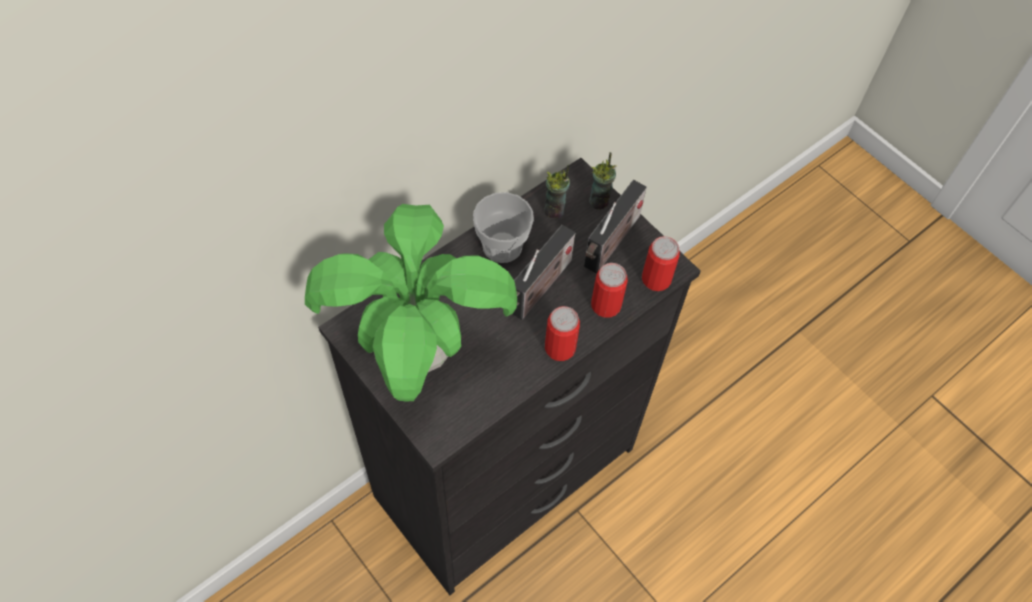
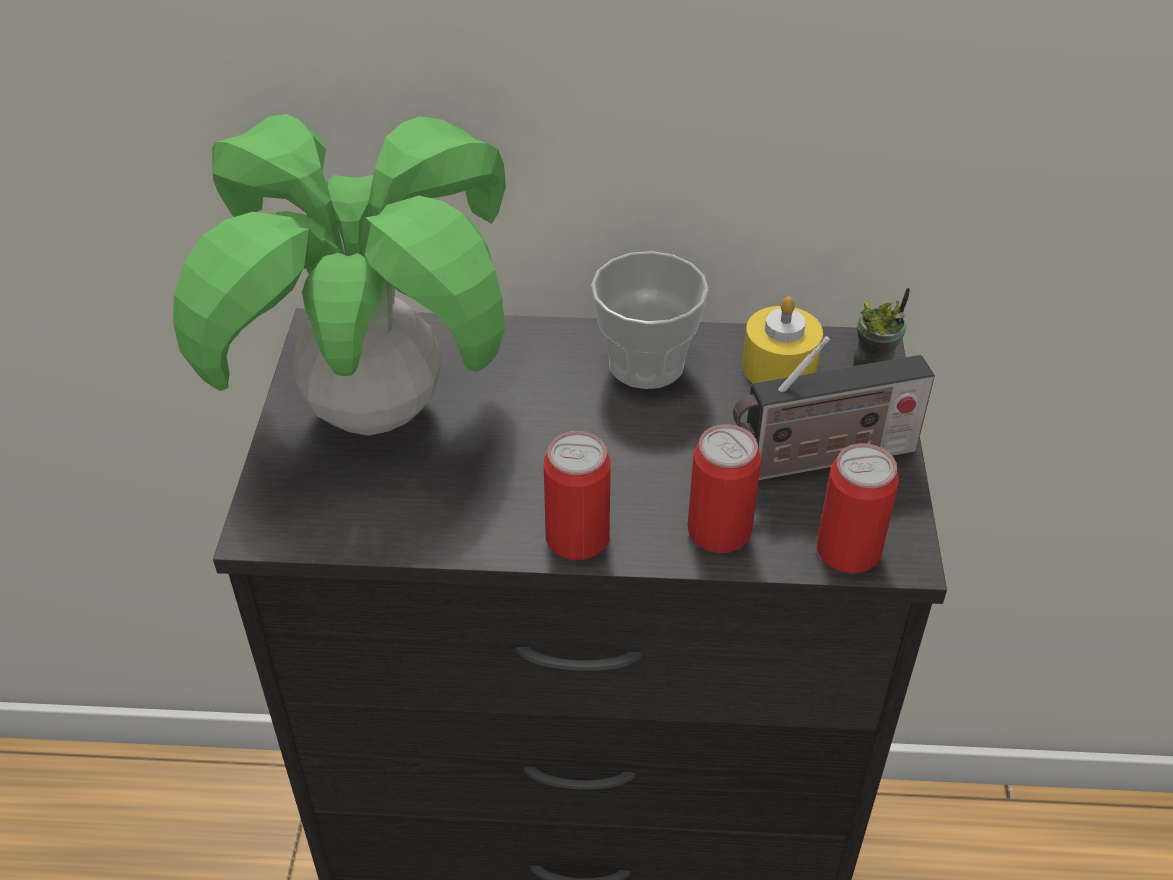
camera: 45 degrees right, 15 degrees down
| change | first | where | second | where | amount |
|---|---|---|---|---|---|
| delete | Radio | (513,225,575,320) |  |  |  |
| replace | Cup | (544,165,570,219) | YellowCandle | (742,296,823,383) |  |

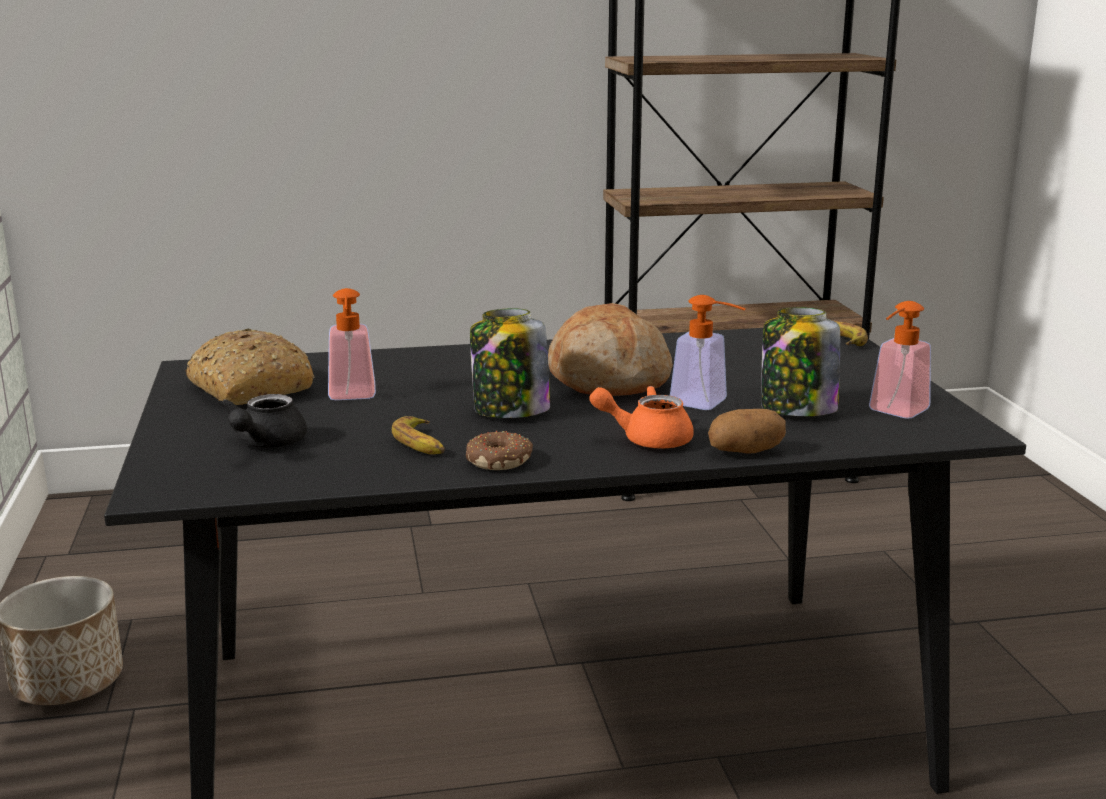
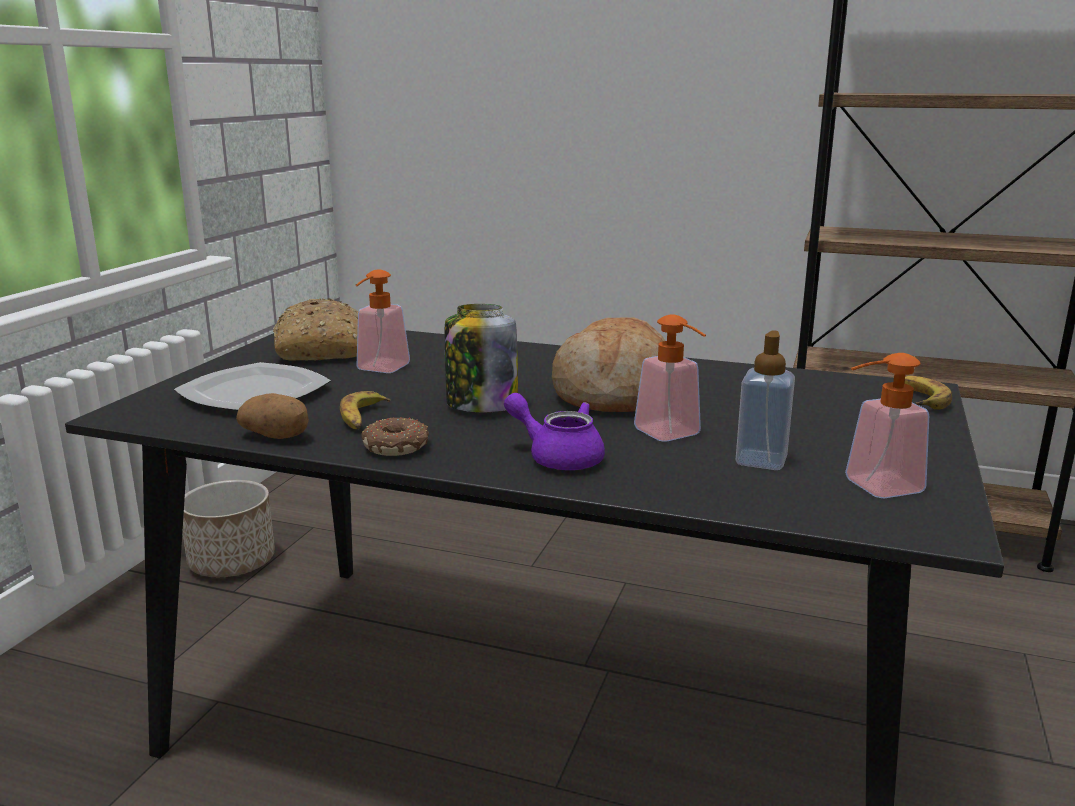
camera: 30 degrees right, 0 degrees up
| change | first | where | second | where | amount |
|---|---|---|---|---|---|
| move | Potato | (708,409,786,454) |  | (236,393,309,439) |  |
| replace | BlackTeapot | (220,394,307,448) | Plate | (174,362,331,411) |  |
| replace | Jar | (761,307,840,416) | SoapDispenser | (736,330,795,470) |  |
| recolor | OrangeTeapot | (589,386,694,449) | PurpleTeapot | (504,393,605,470) |  |

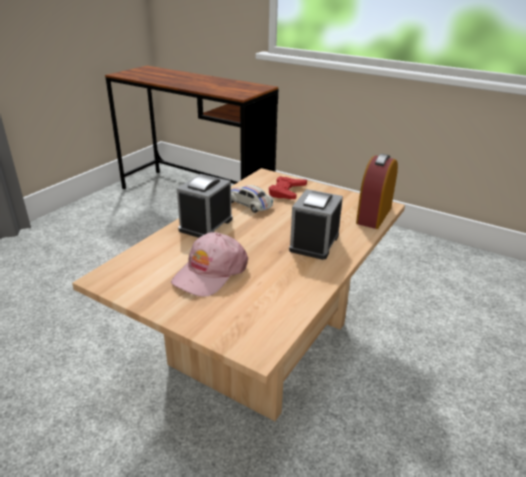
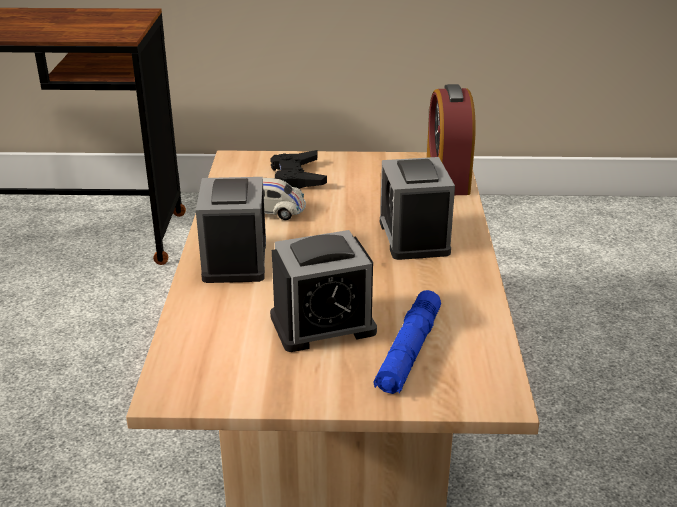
camera: 30 degrees left, 0 degrees up
| change | first | where | second | where | amount |
|---|---|---|---|---|---|
| insert |  |  | BlueFlashlight | (373,290,441,394) |  |
| replace | PinkCap | (171,232,248,297) | AlarmClock | (270,230,377,352) |  |
| recolor | RedGameController | (269,176,307,199) | BlackGameController | (270,150,327,189) |  |

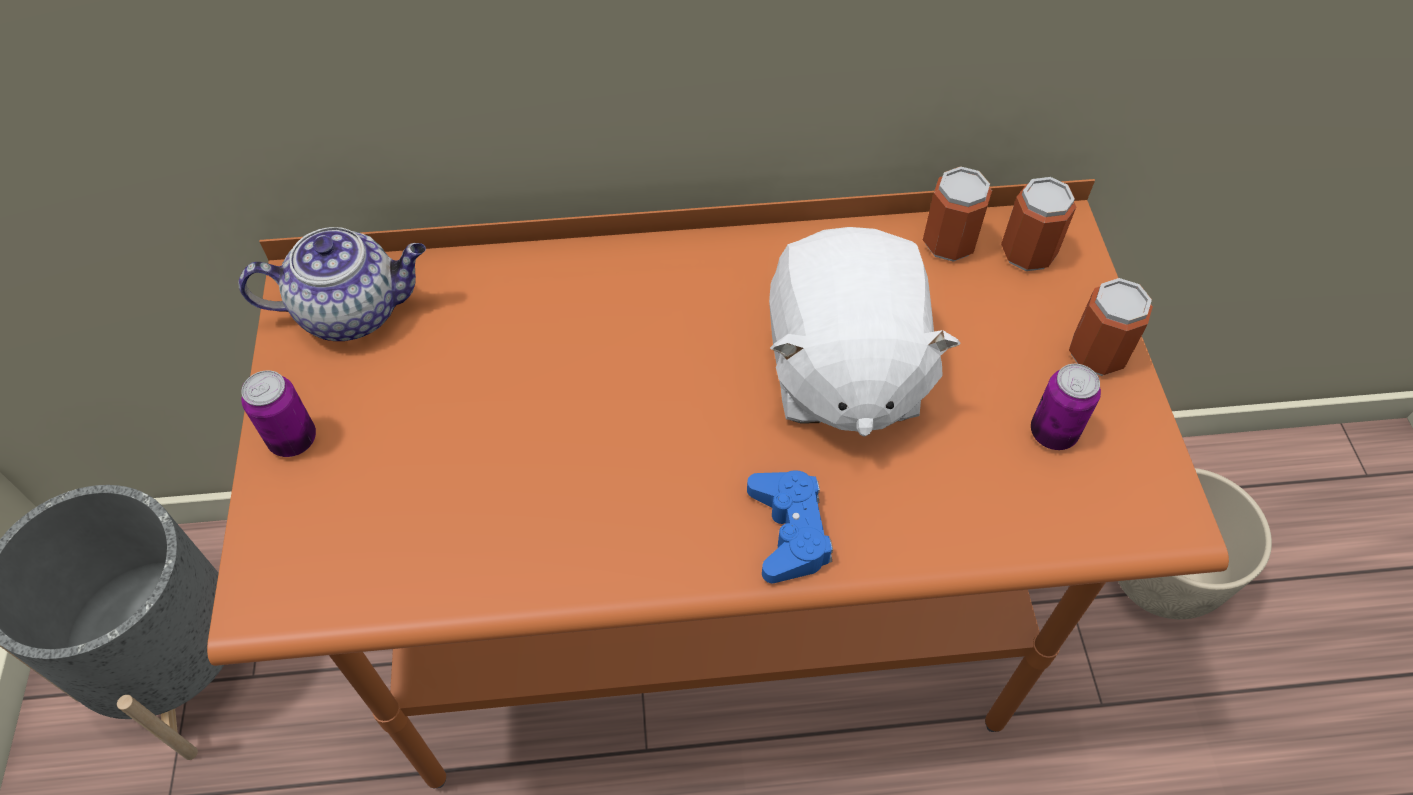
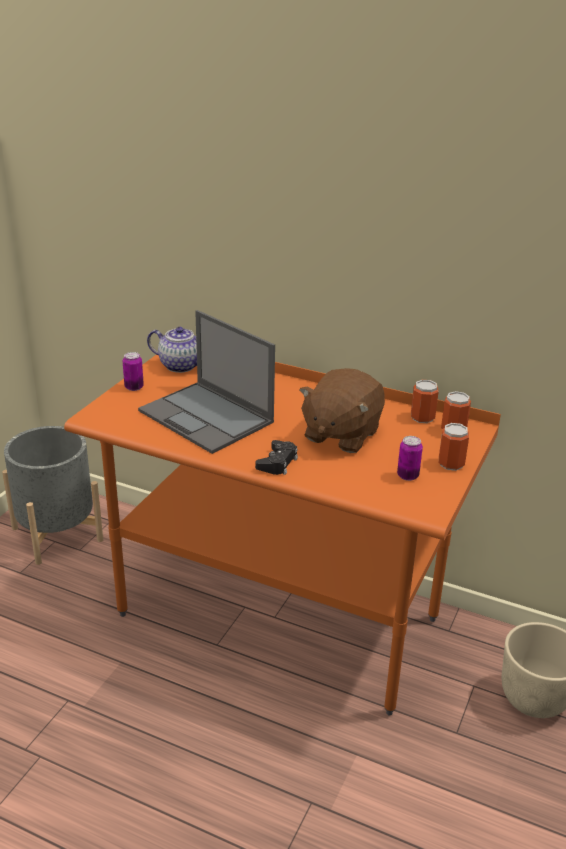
camera: 30 degrees right, 25 degrees down
| change | first | where | second | where | amount |
|---|---|---|---|---|---|
| insert |  |  | Laptop | (138,310,275,454) |  |
| recolor | BlueGameController | (747,470,833,583) | BlackGameController | (255,440,298,475) |  |
| recolor | WhitePlushToy | (769,227,961,437) | BrownPlushToy | (299,368,385,453) |  |

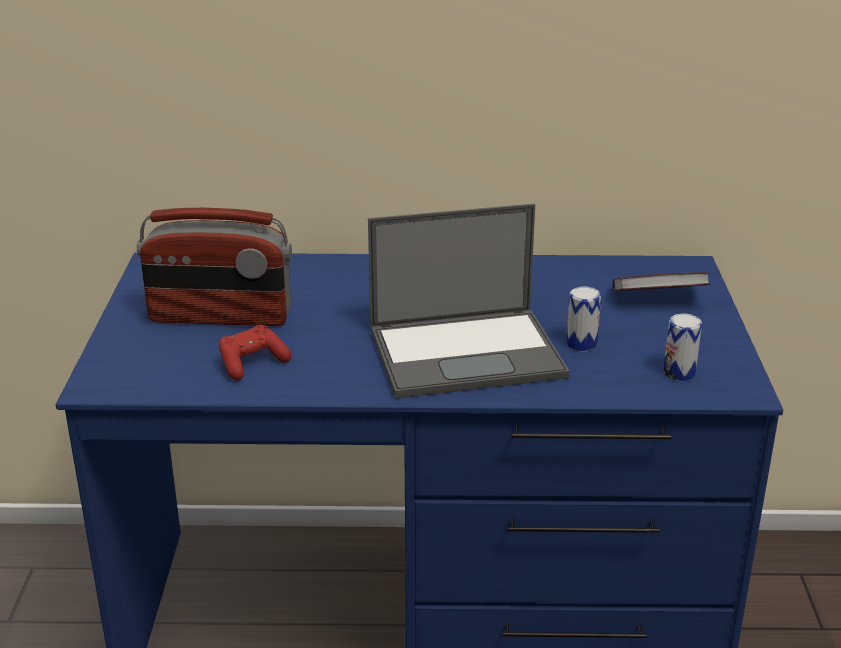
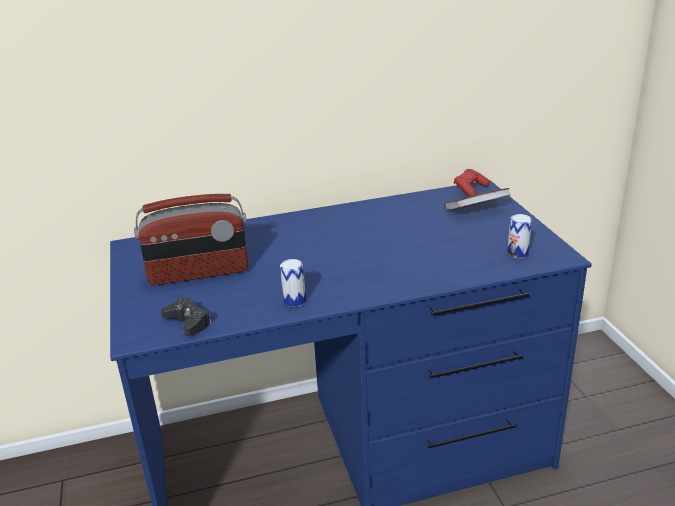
camera: 15 degrees left, 0 degrees up
| change | first | where | second | where | amount |
|---|---|---|---|---|---|
| delete | Laptop | (368,204,569,399) |  |  |  |
| insert |  |  | BlackGameController | (161,298,211,336) |  |
| move | RedGameController | (219,325,291,381) |  | (454,169,490,196) |  |
| move | Can | (566,286,601,352) |  | (280,259,306,307) |  |

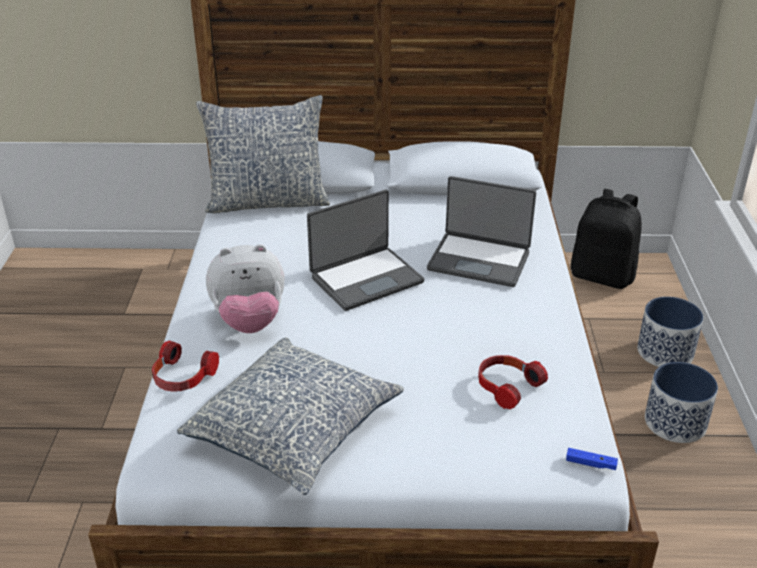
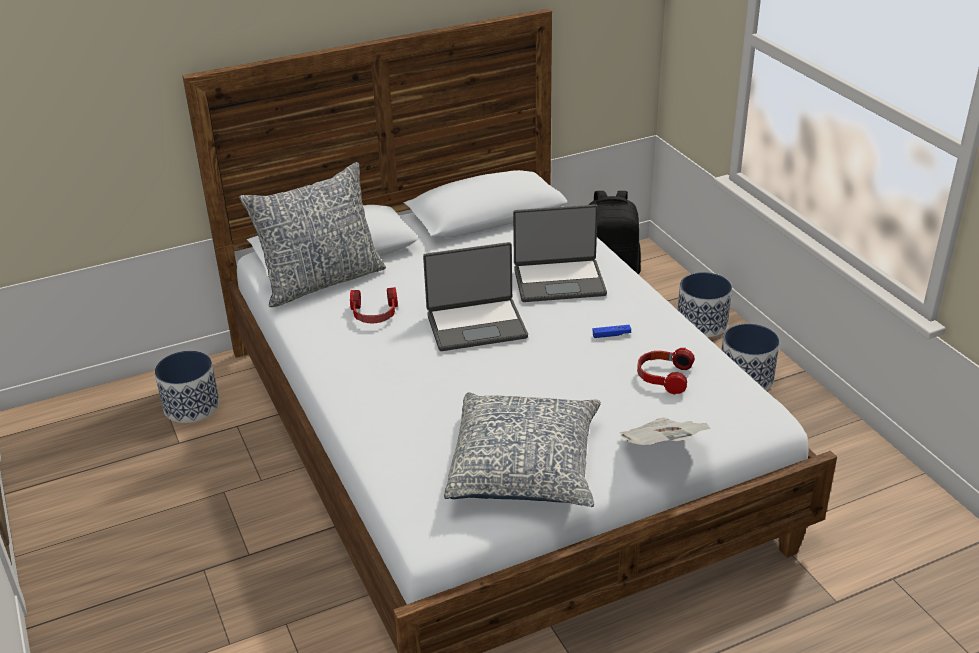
camera: 25 degrees left, 0 degrees up
| change | first | where | second | where | amount |
|---|---|---|---|---|---|
| delete | PlushToy | (206,244,285,333) |  |  |  |
| insert |  |  | Planter | (155,351,220,423) |  |
| insert |  |  | Newspaper | (620,418,710,445) |  |
| move | Headphones | (152,340,219,392) |  | (350,287,398,323) |  |
| move | BlueGameController | (566,448,618,470) |  | (593,325,631,338) |  |
| rotate | Laptop | (307,190,424,311) |  | (423,242,528,351) | 45 degrees clockwise |

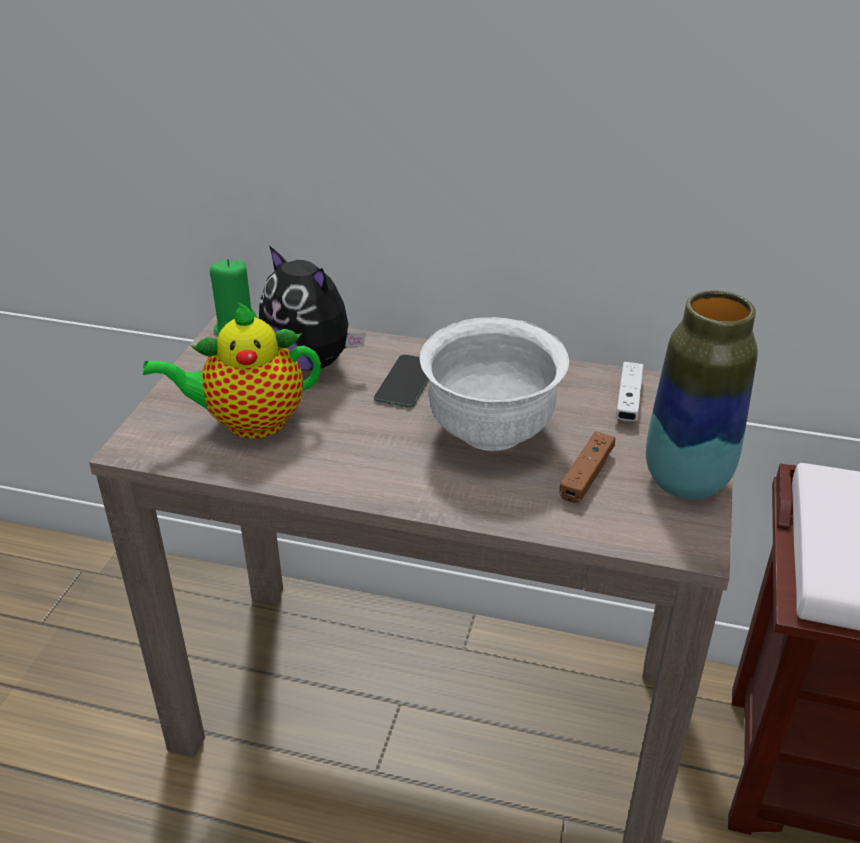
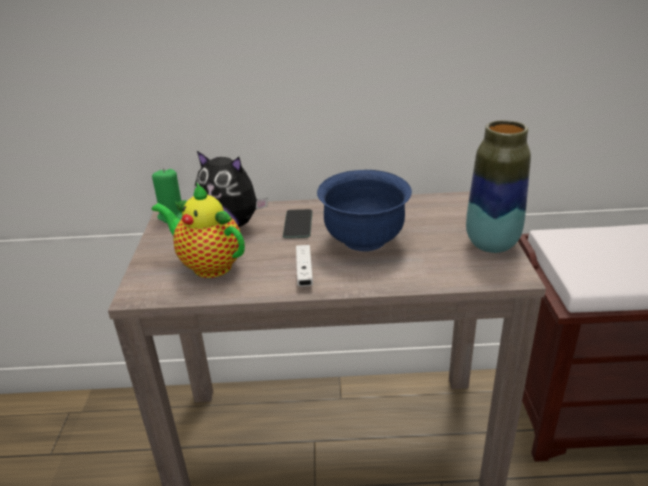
camera: 15 degrees left, 5 degrees down
| change | first | where | second | where | amount |
|---|---|---|---|---|---|
| delete | BrownGameController | (560,431,615,503) |  |  |  |
| move | WhiteGameController | (616,362,643,421) |  | (296,245,313,287) |  |
| recolor | WhiteBowl | (420,317,569,451) | BlueBowl | (317,170,412,251) |  |
| rotate | Teapot | (143,302,321,439) |  | (152,183,245,278) | 60 degrees clockwise |

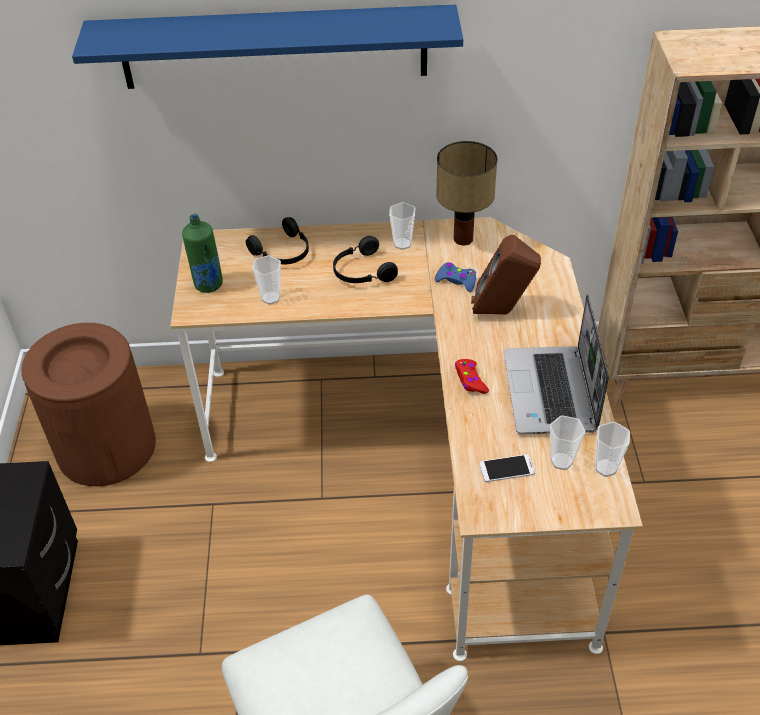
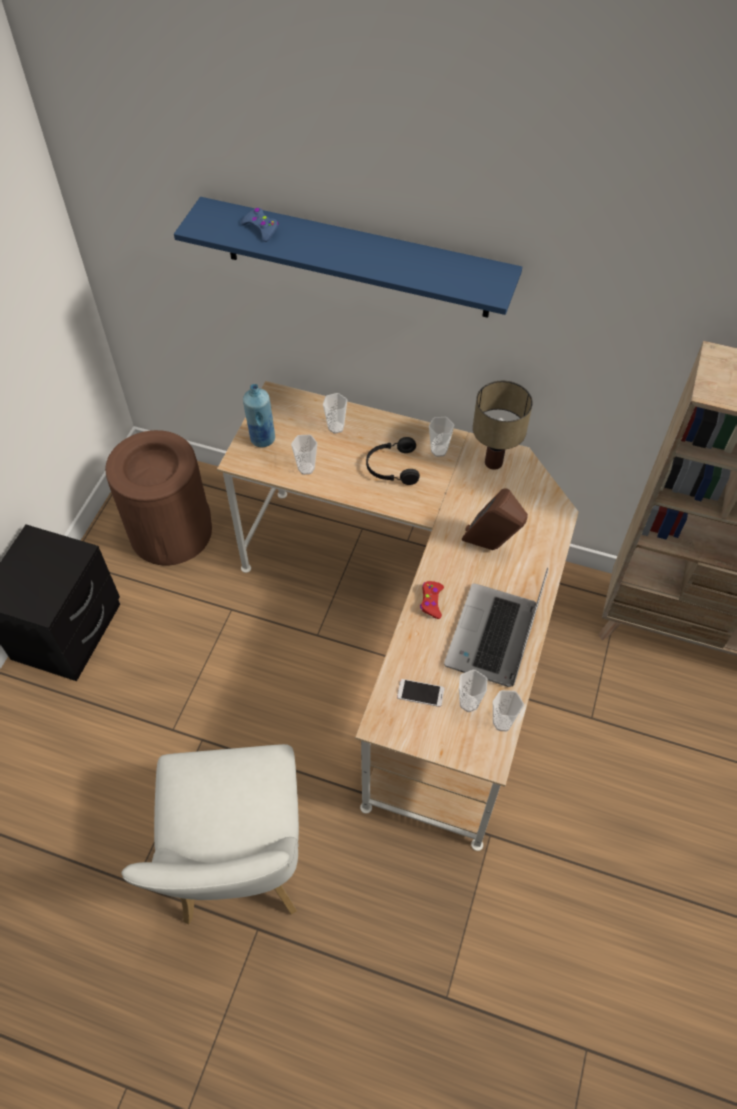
camera: 20 degrees right, 10 degrees up
| change | first | where | second | where | amount |
|---|---|---|---|---|---|
| move | BlueGameController | (435,262,476,292) |  | (241,208,279,242) |  |
| replace | BlackHeadphones | (246,217,309,264) | Cup | (323,393,347,434) |  |
| recolor | GreenBottle | (182,214,223,293) | BlueBottle | (243,384,275,447) |  |

